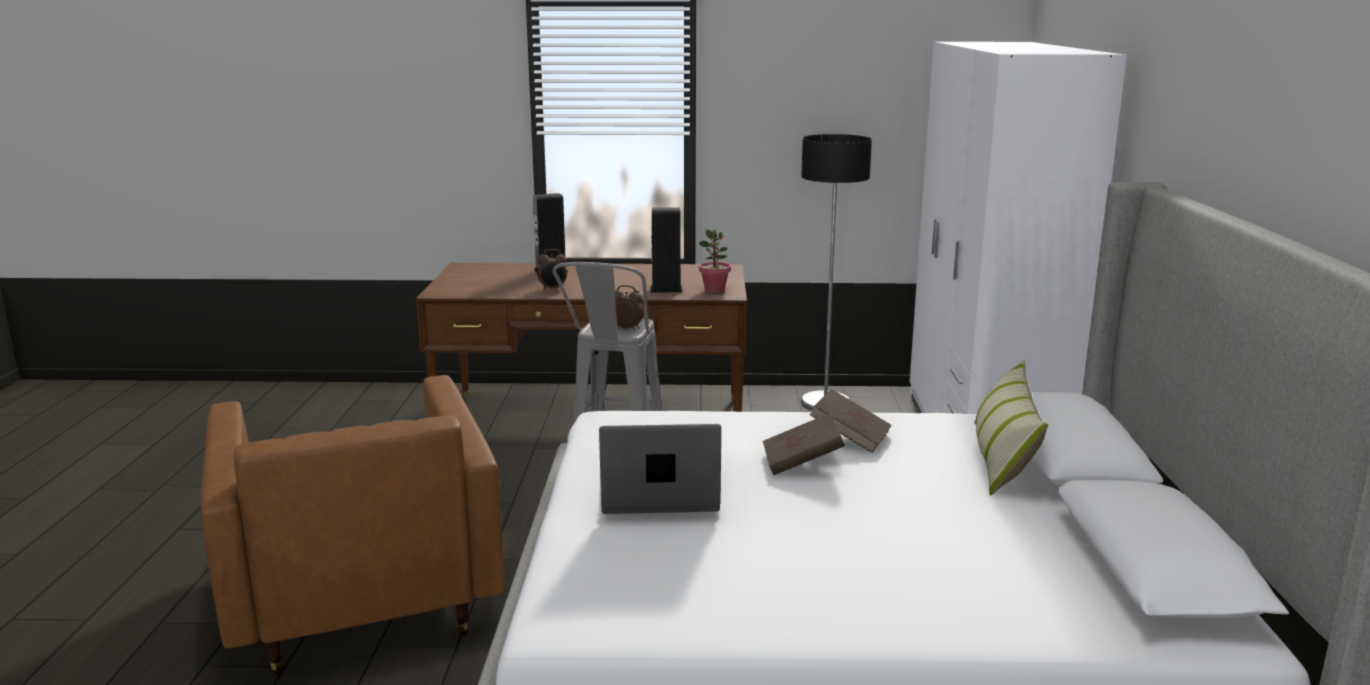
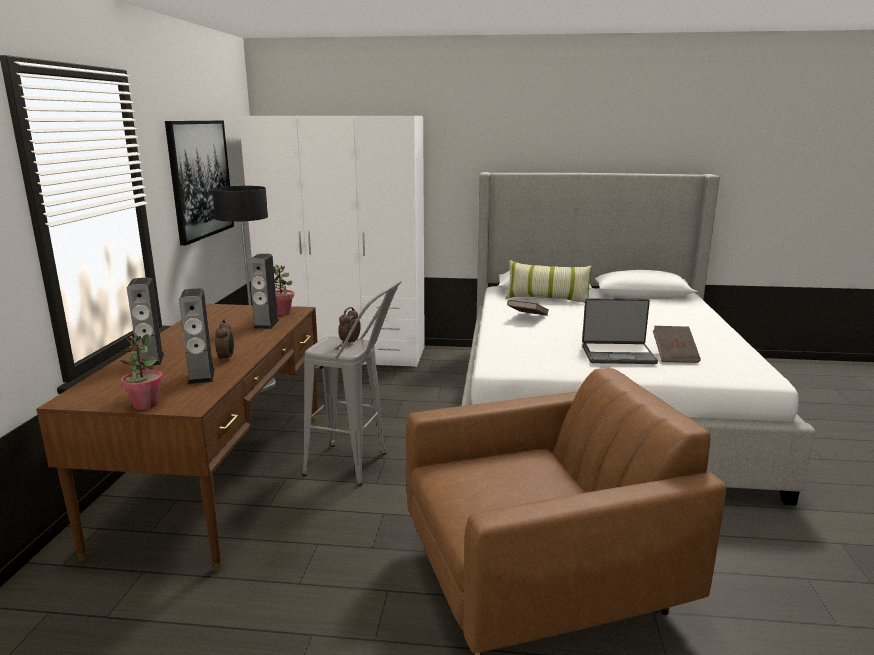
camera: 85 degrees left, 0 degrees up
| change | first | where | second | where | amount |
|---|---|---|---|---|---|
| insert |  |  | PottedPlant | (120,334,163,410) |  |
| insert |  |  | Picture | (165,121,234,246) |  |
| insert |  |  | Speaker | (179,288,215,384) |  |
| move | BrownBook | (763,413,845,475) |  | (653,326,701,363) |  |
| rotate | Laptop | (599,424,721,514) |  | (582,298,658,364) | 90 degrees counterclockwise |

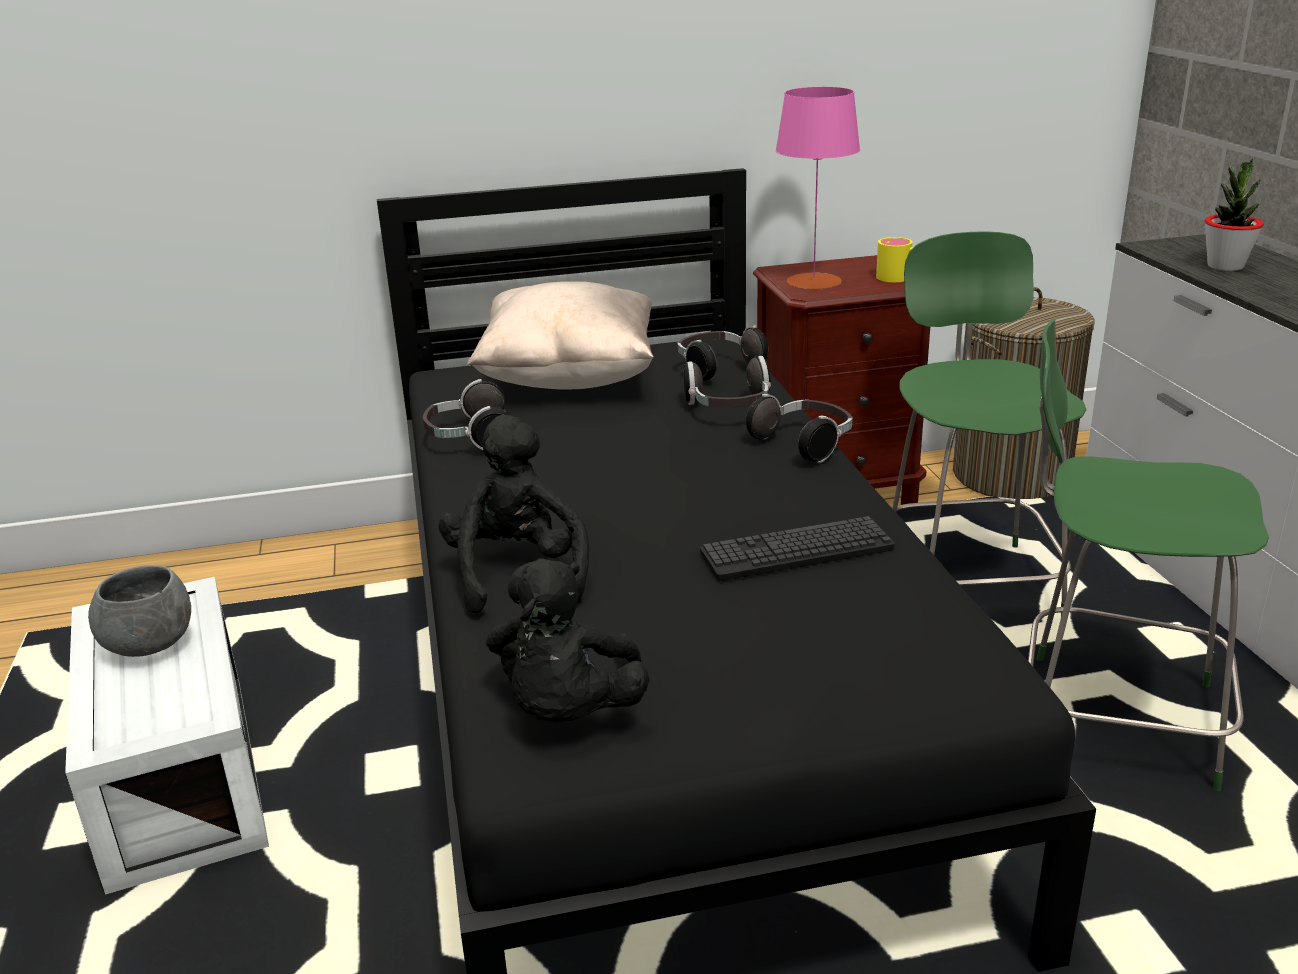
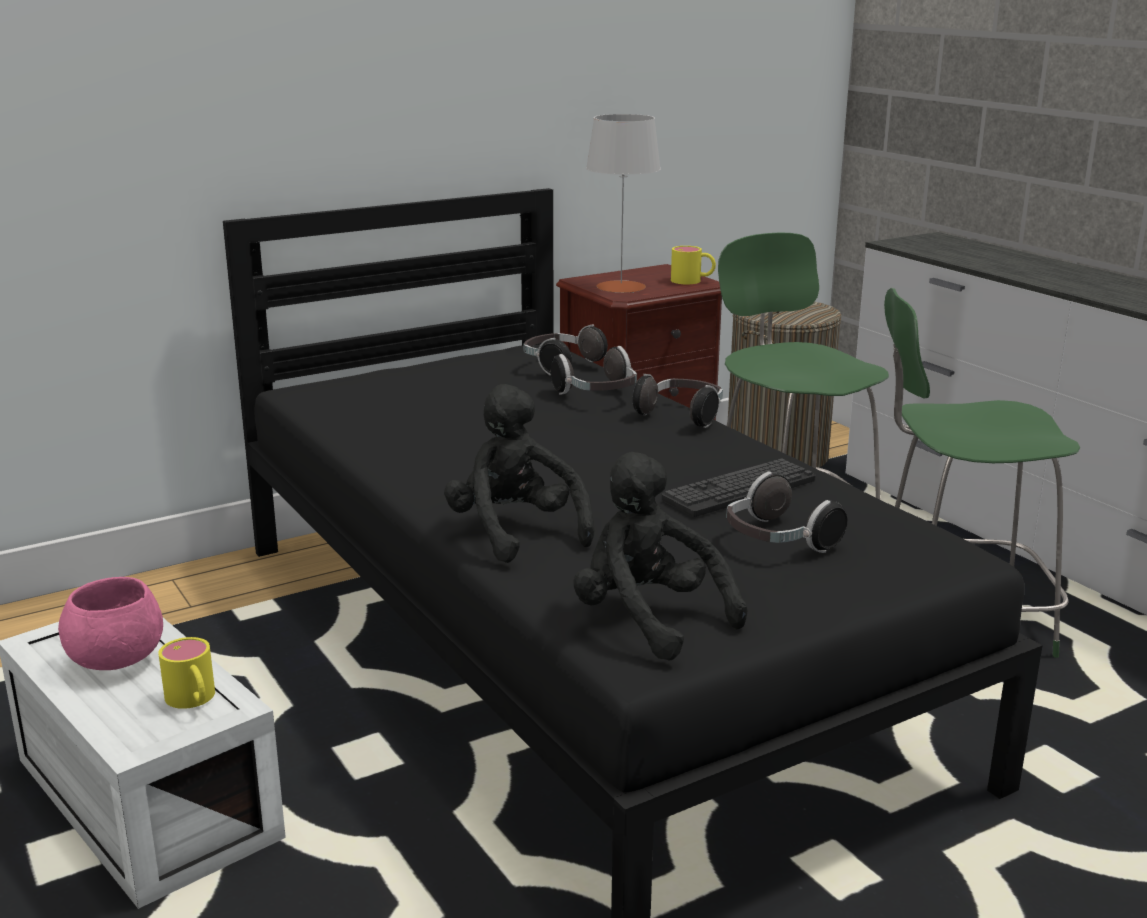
camera: 20 degrees left, 5 degrees down
| change | first | where | second | where | amount |
|---|---|---|---|---|---|
| delete | BeigePillow | (467,281,654,390) |  |  |  |
| delete | PottedPlant | (1205,158,1264,271) |  |  |  |
| insert |  |  | YellowMug | (158,637,215,709) |  |
| move | Headphones | (423,379,510,450) |  | (726,472,847,553) |  |
| recolor | GreyBowl | (88,565,191,657) | PinkBowl | (58,577,163,670) |  |
| recolor | PinkTableLamp | (775,87,860,290) | GreyTableLamp | (586,114,661,293) |  |
| rotate | BlackPlushToy | (486,558,650,723) |  | (573,452,747,661) | 150 degrees clockwise |

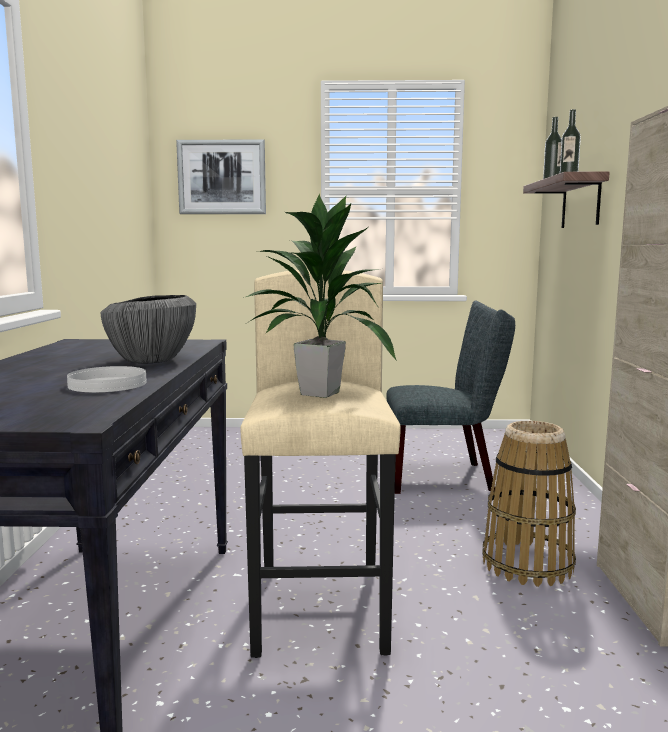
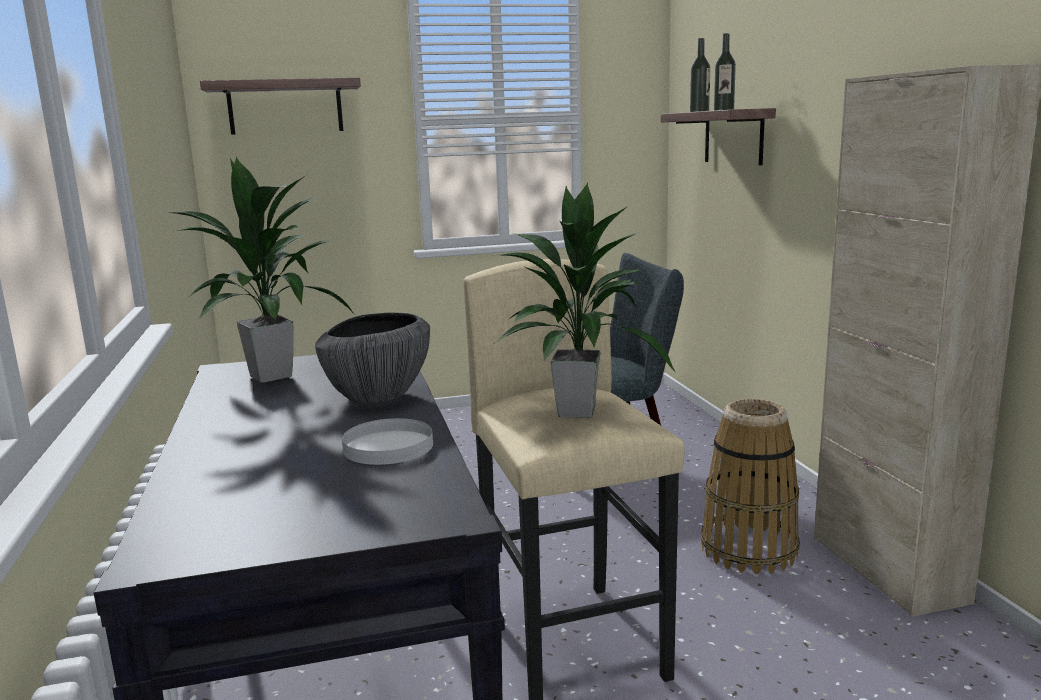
camera: 15 degrees left, 5 degrees up
| change | first | where | second | where | amount |
|---|---|---|---|---|---|
| insert |  |  | PottedPlant | (163,157,355,383) |  |
| replace | Picture | (176,139,266,214) | Shelf | (200,78,361,135) |  |

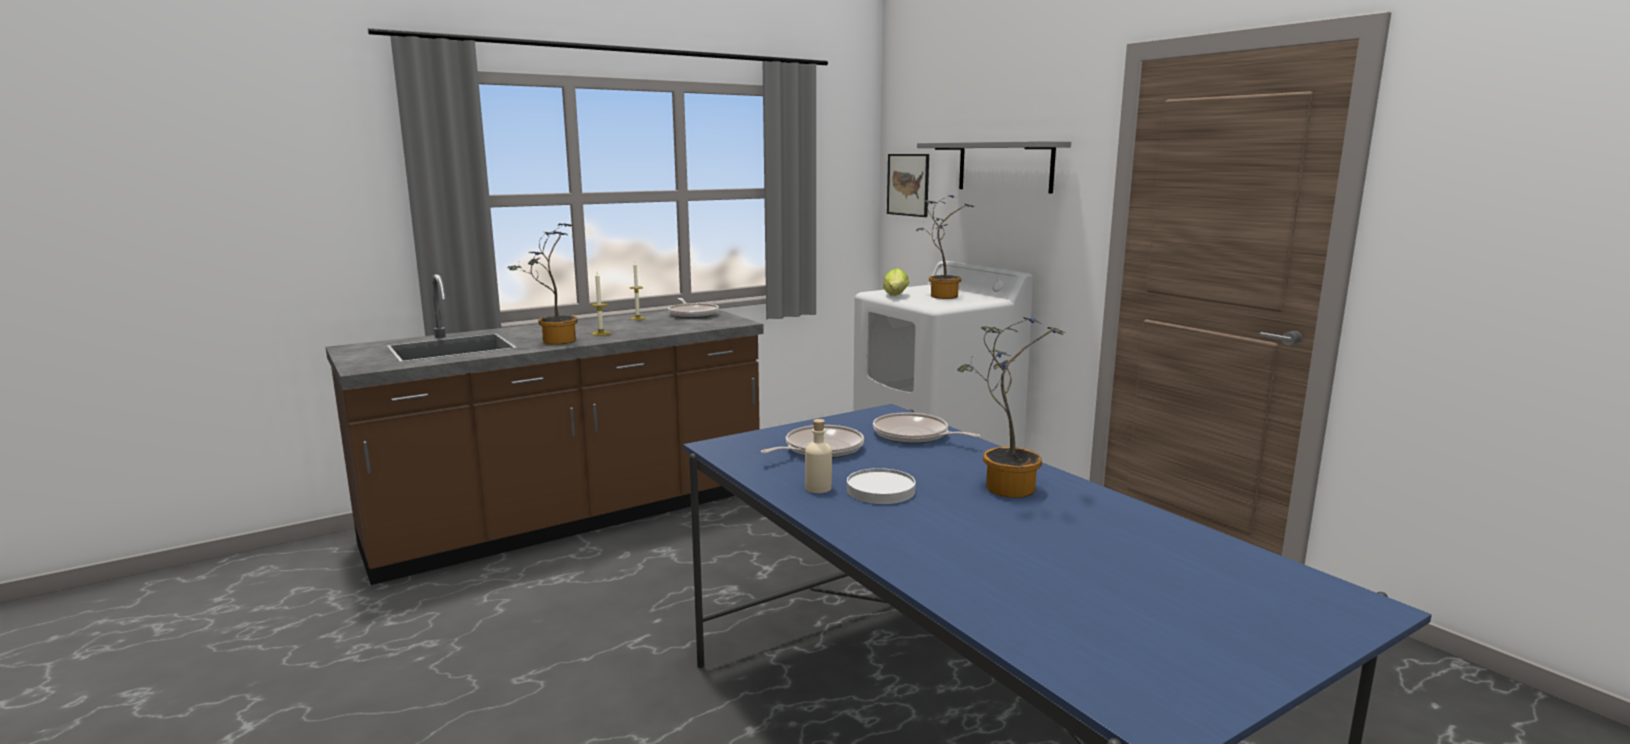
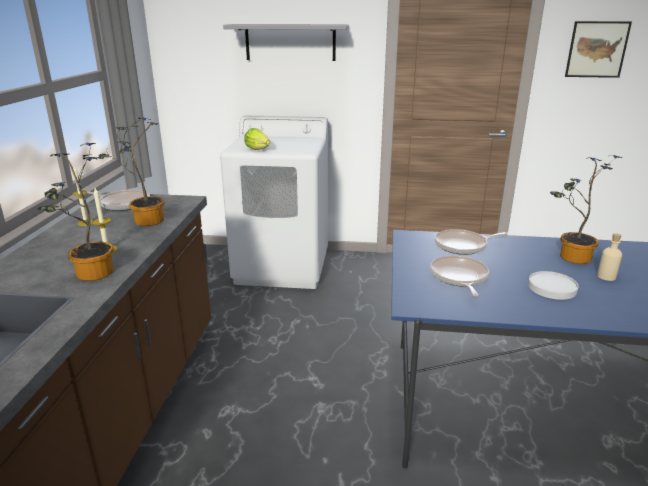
camera: 50 degrees left, 10 degrees up
| change | first | where | second | where | amount |
|---|---|---|---|---|---|
| move | BeigeBottle | (805,419,832,493) |  | (597,233,622,281) |  |
| move | Picture | (887,154,929,217) |  | (565,21,632,78) |  |
| move | PottedPlant | (916,195,974,299) |  | (98,117,165,226) |  |

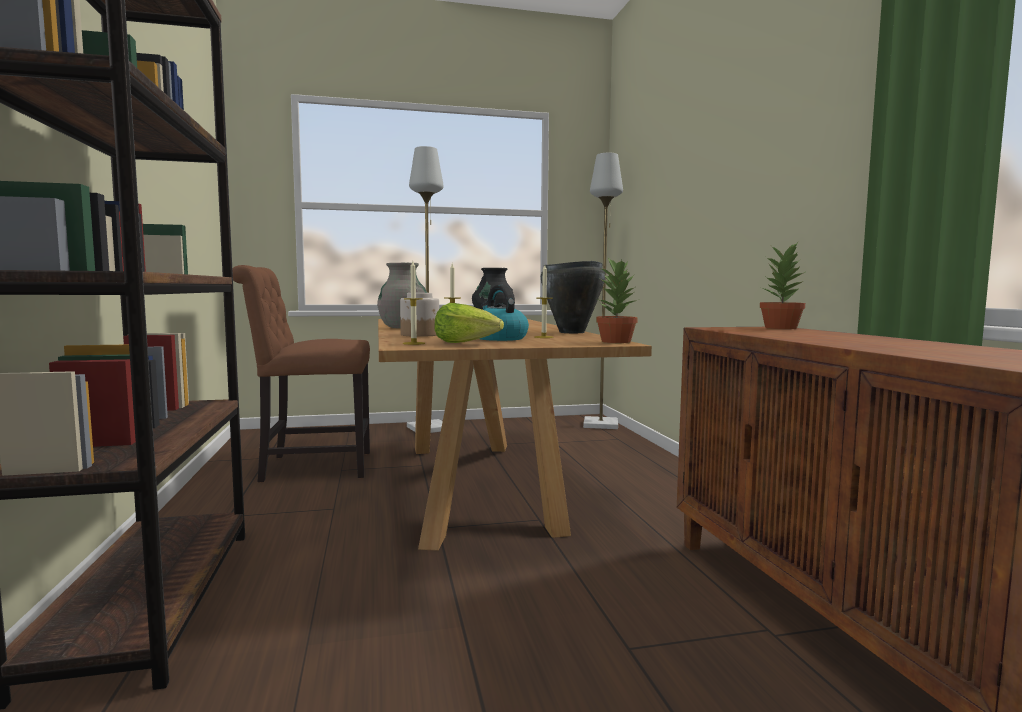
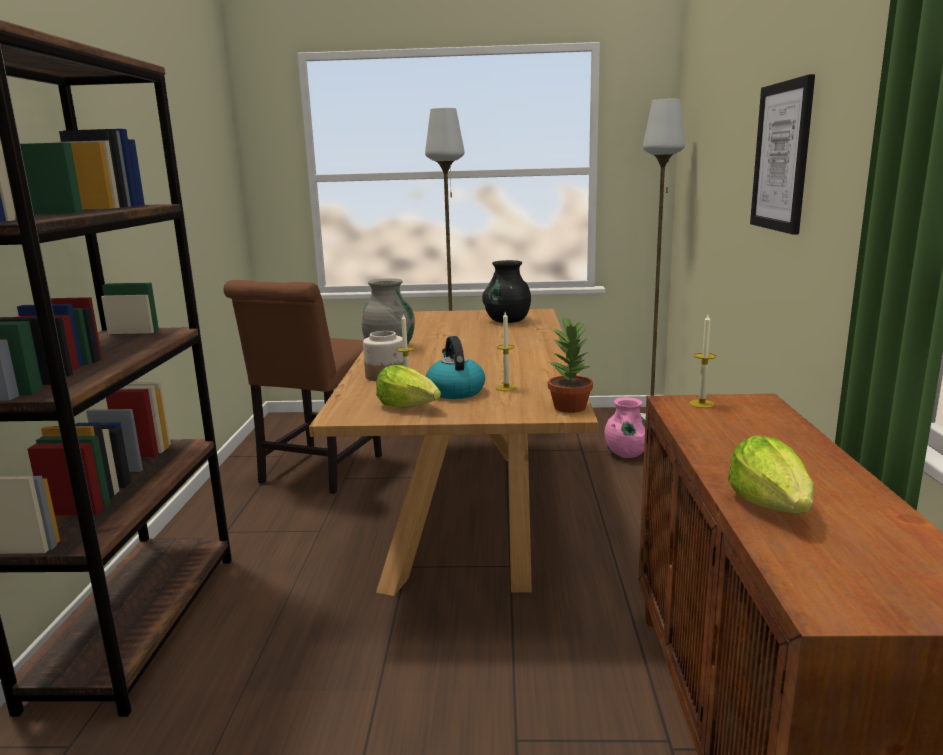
camera: 15 degrees right, 10 degrees up
| change | first | where | second | where | amount |
|---|---|---|---|---|---|
| delete | BlackCookingPot | (541,261,606,333) |  |  |  |
| delete | PottedPlant | (760,242,805,329) |  |  |  |
| insert |  |  | PinkVase | (605,397,645,458) |  |
| insert |  |  | Lettuce | (728,436,814,513) |  |
| insert |  |  | Picture | (750,74,815,235) |  |
| move | Candle | (403,261,425,345) |  | (689,315,716,408) |  |
| rotate | BrownChair | (232,265,370,483) |  | (224,280,382,494) | 75 degrees counterclockwise |

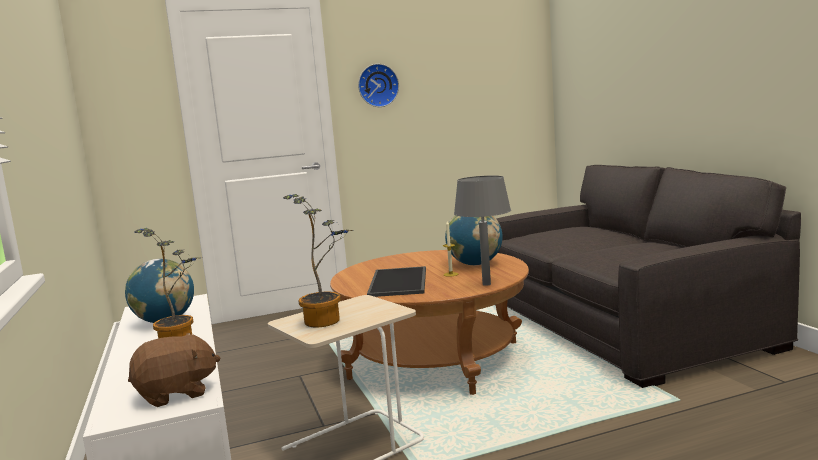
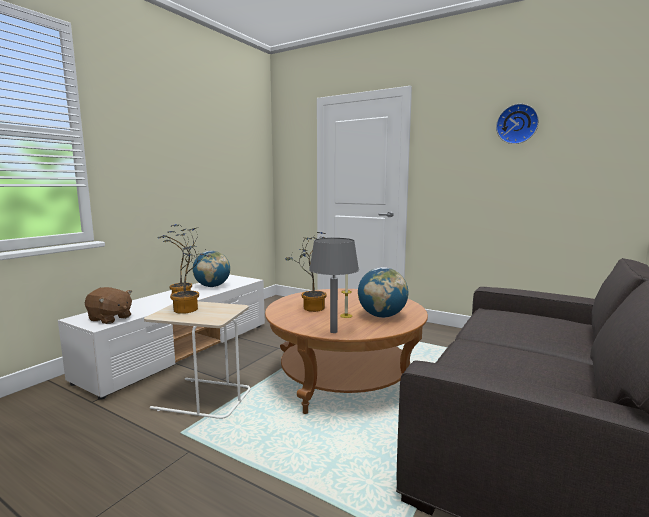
camera: 50 degrees right, 0 degrees up
| change | first | where | second | where | amount |
|---|---|---|---|---|---|
| move | WallClock | (358,64,399,107) |  | (496,104,539,144) |  |
| replace | Tray | (367,266,426,297) | PottedPlant | (285,232,327,312) |  |

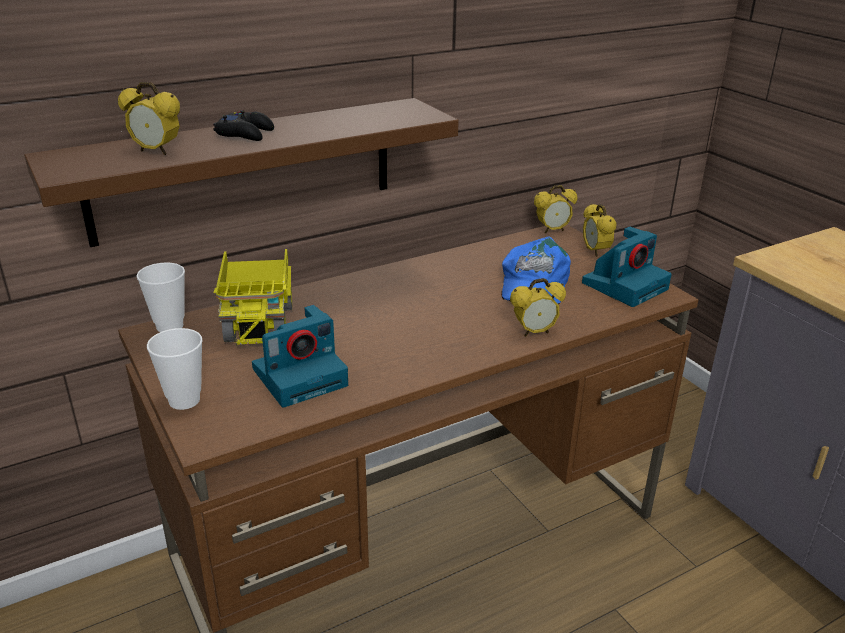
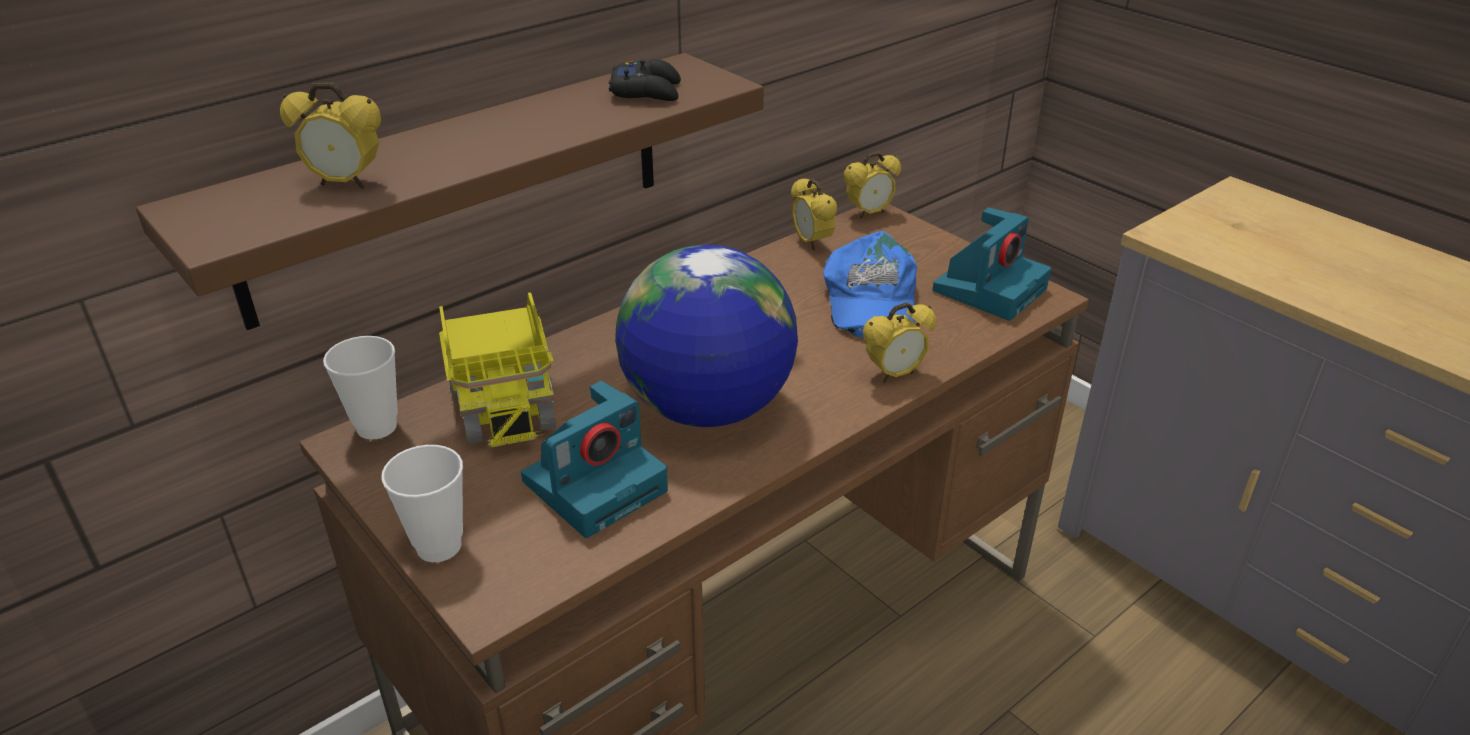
camera: 10 degrees left, 5 degrees up
| change | first | where | second | where | amount |
|---|---|---|---|---|---|
| insert |  |  | Globe | (615,245,798,427) |  |
| move | BlackGameController | (213,110,274,141) |  | (609,59,681,101) |  |
| move | AlarmClock | (583,204,616,257) |  | (791,178,837,251) |  |

